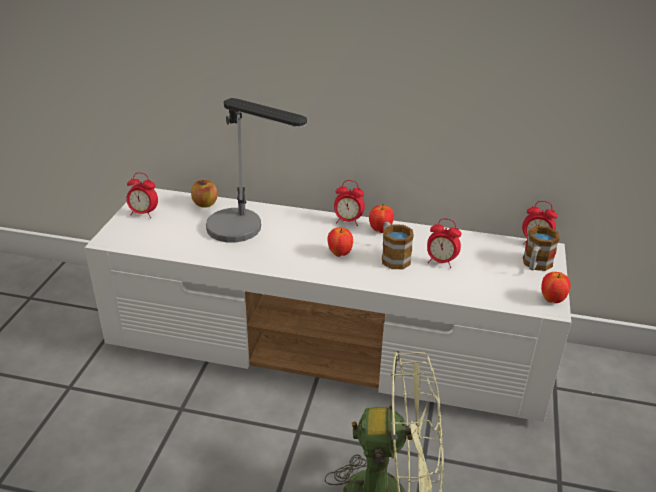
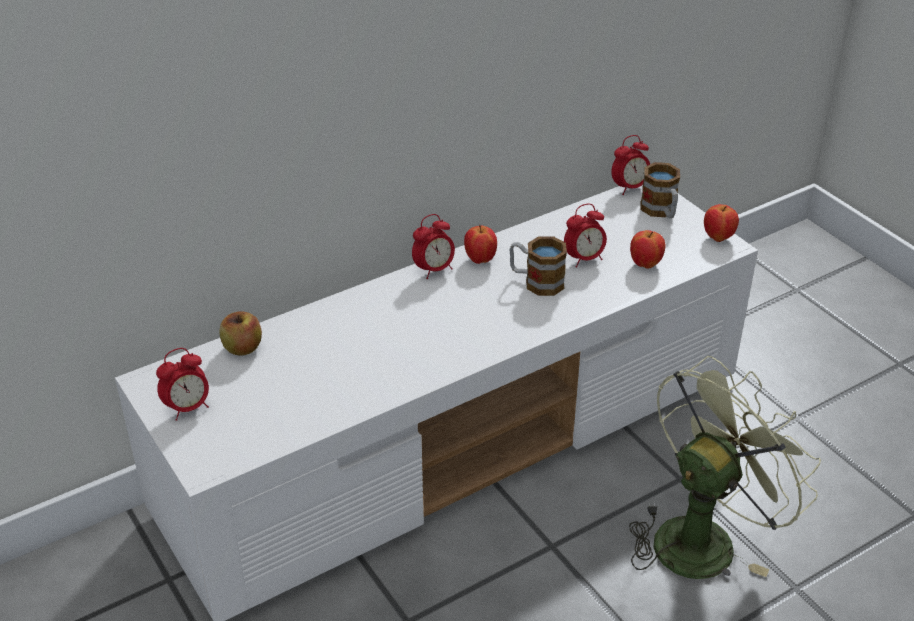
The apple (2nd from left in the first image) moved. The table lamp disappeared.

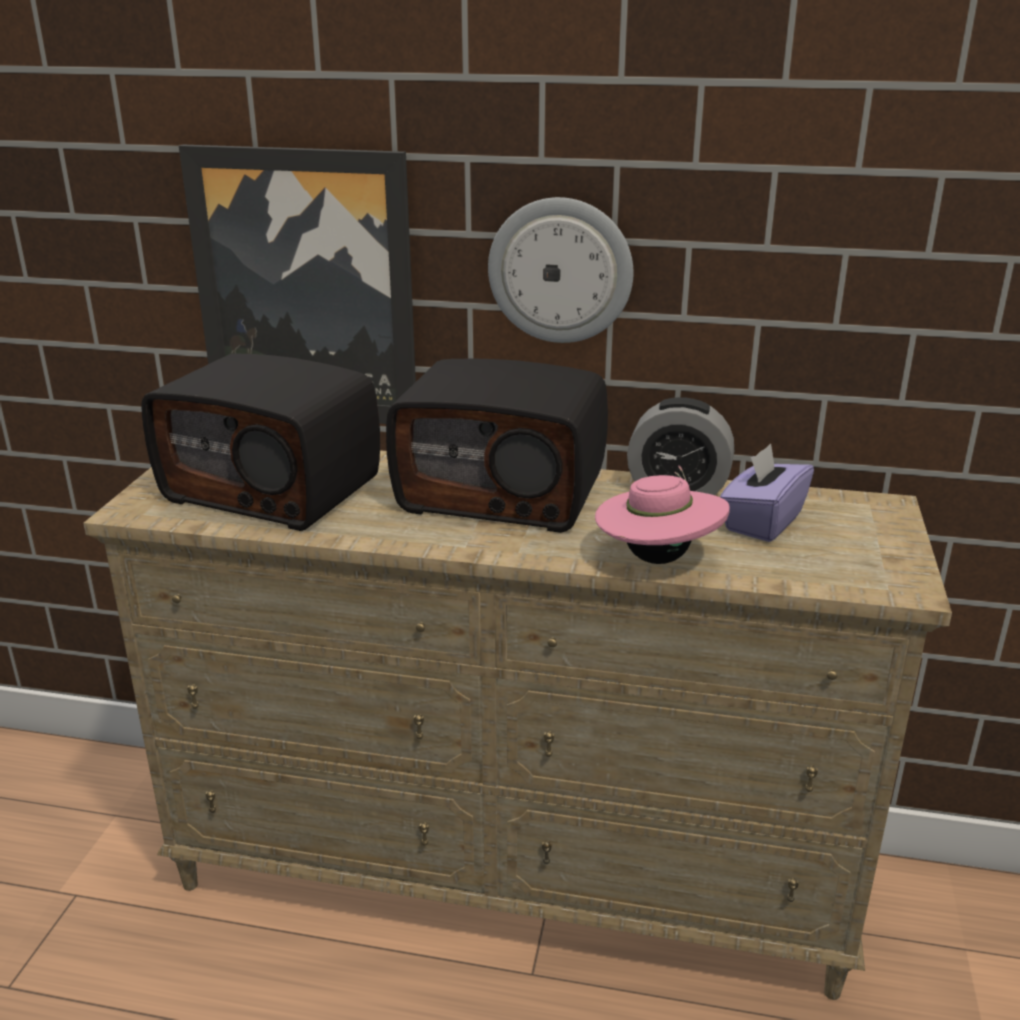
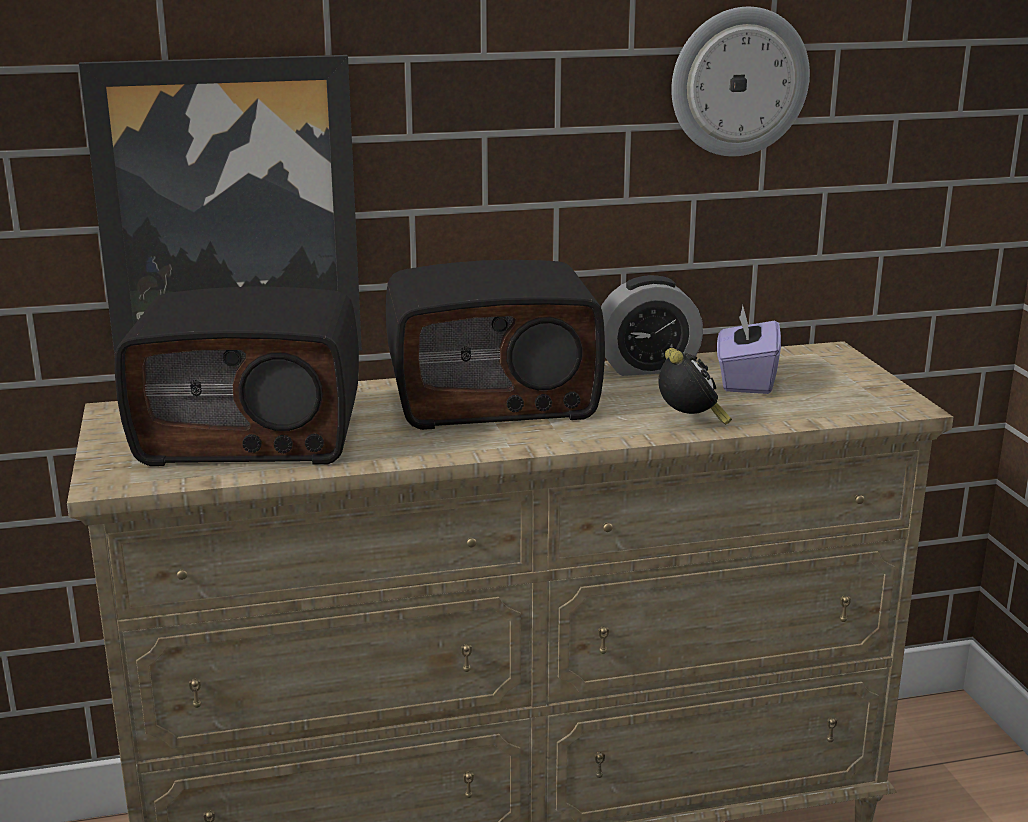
The pink hat was replaced by the alarm clock (2nd from left). The wall clock moved.

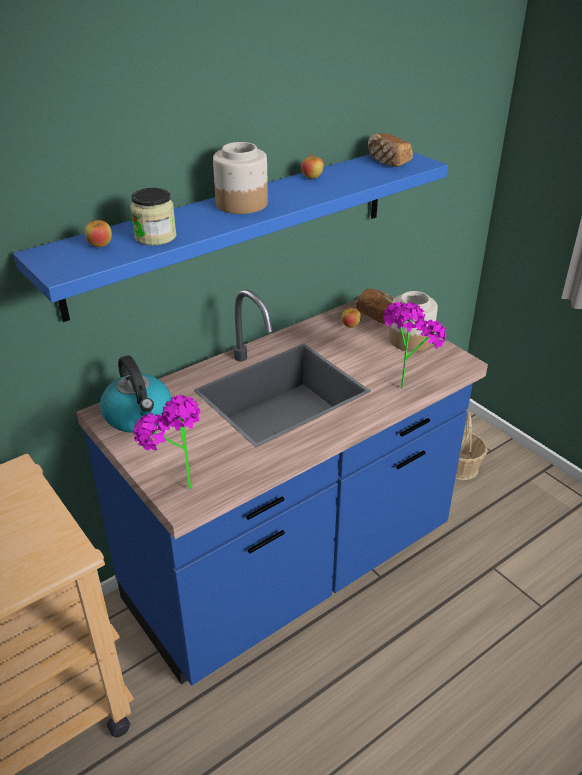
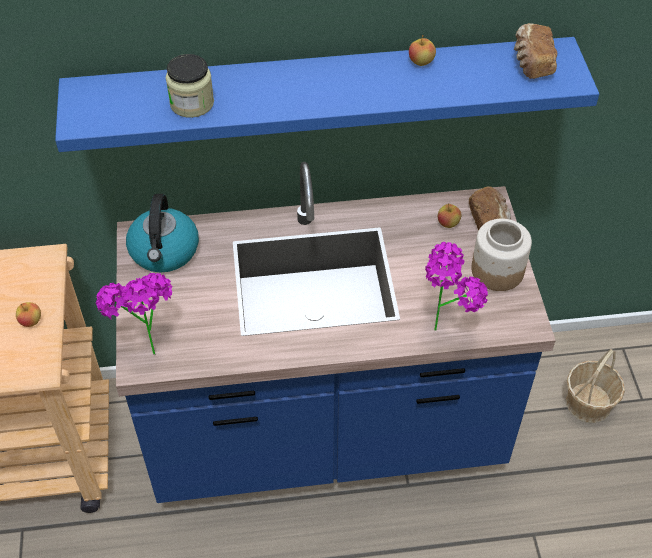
The apple (1st from left) moved. The jar (2nd from left) disappeared.

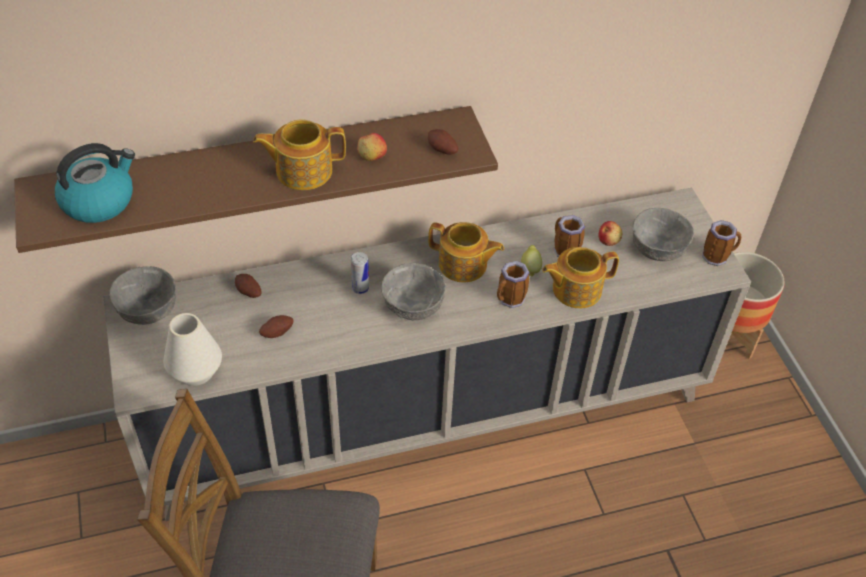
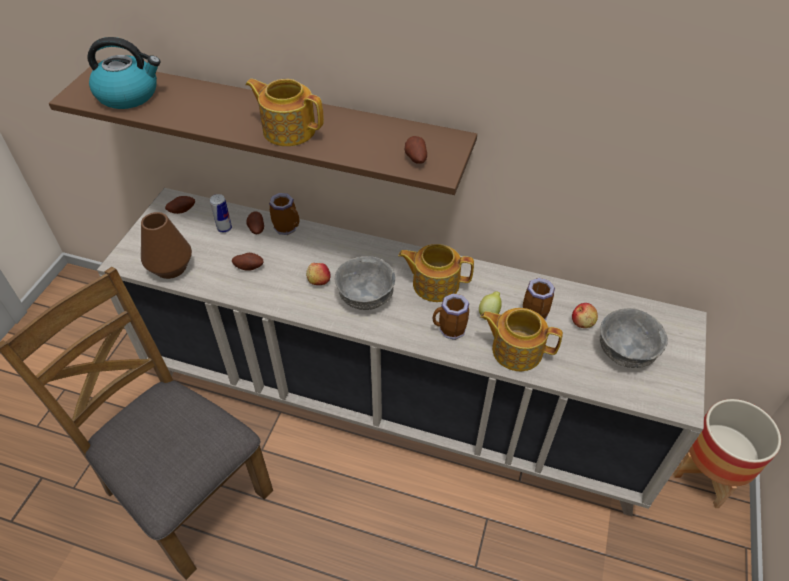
The white vase became the brown vase. The grey bowl (1st from left) was replaced by the potato (1st from left). The can moved. The mug (3rd from left in the first image) moved. The apple (1st from left) moved. The teapot (2nd from left) turned 135 degrees clockwise.

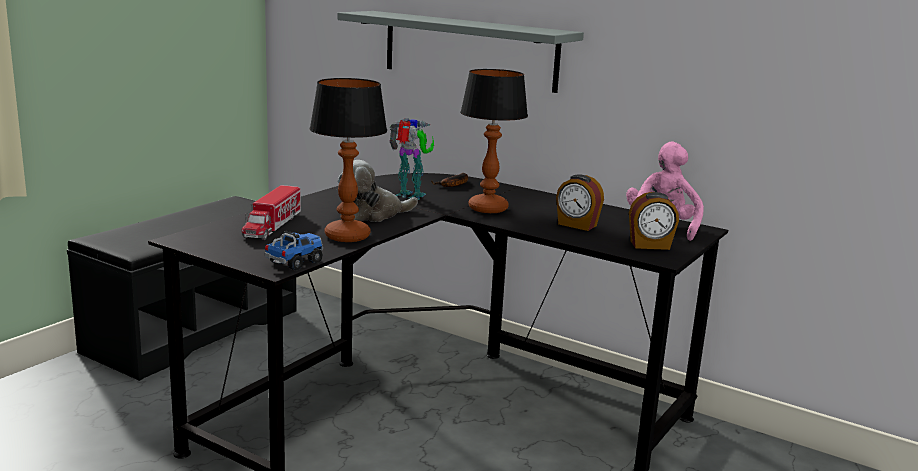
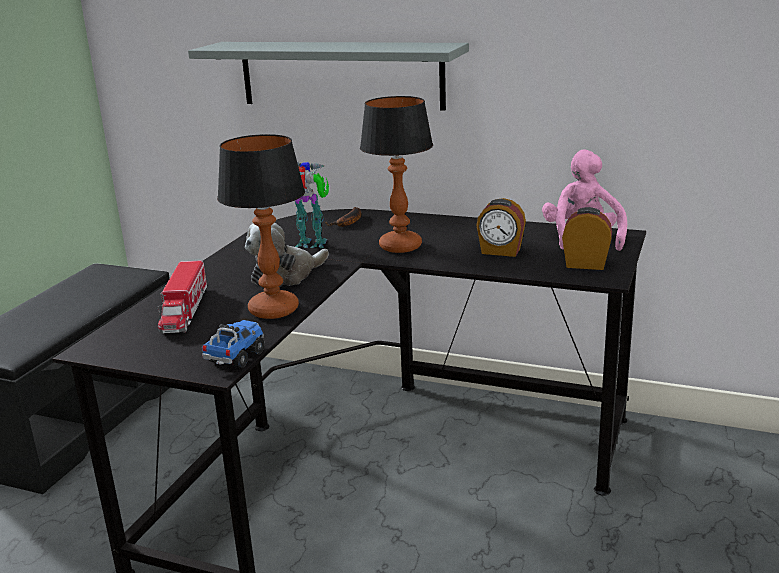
The alarm clock (2nd from left) turned 150 degrees counterclockwise.

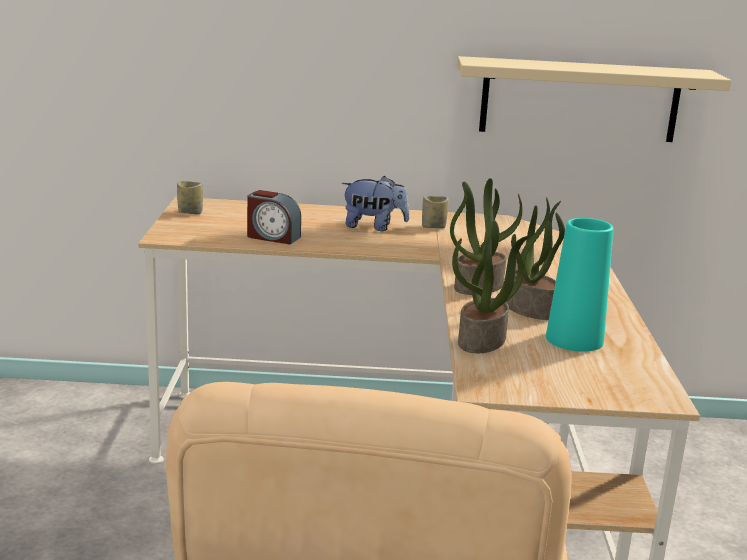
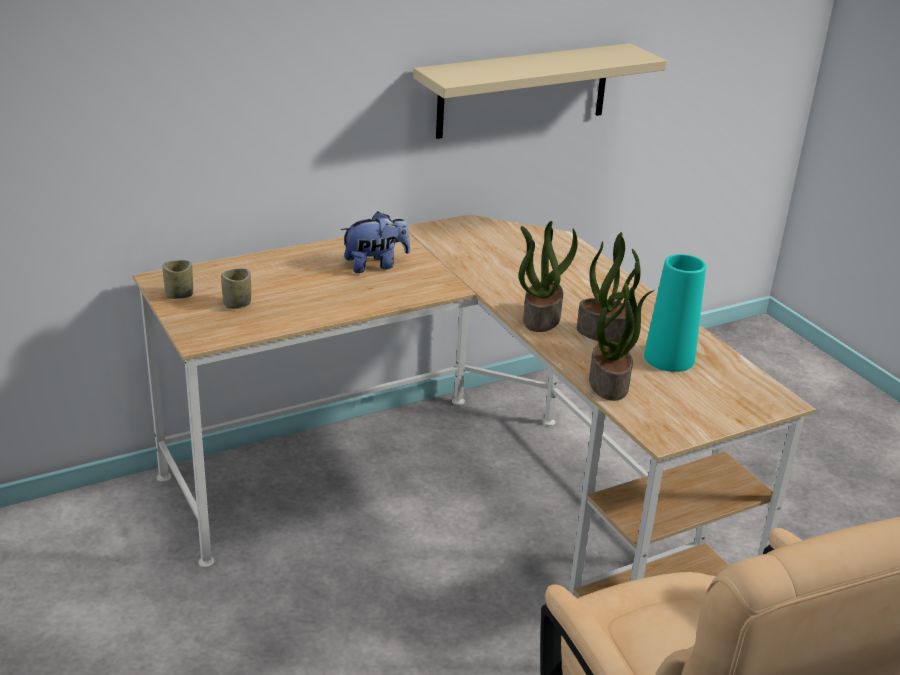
The cup (2nd from left) moved. The alarm clock disappeared.

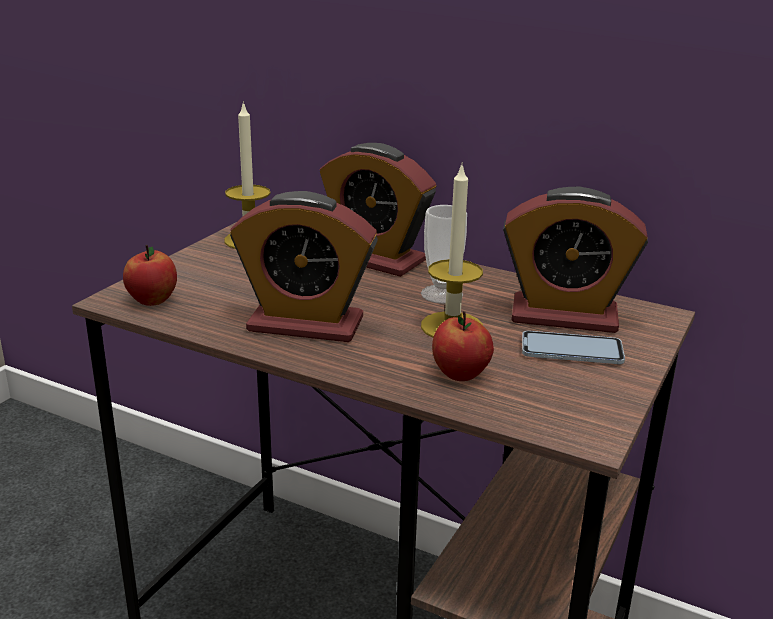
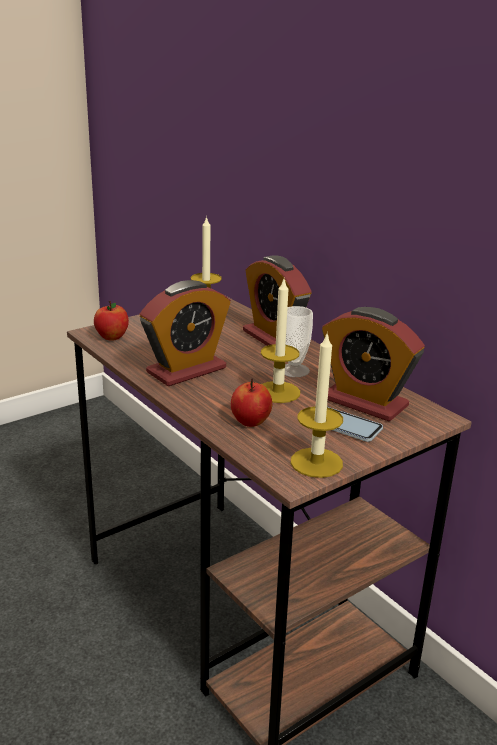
The alarm clock (1st from left) turned 75 degrees counterclockwise. The candle (3rd from left) appeared.

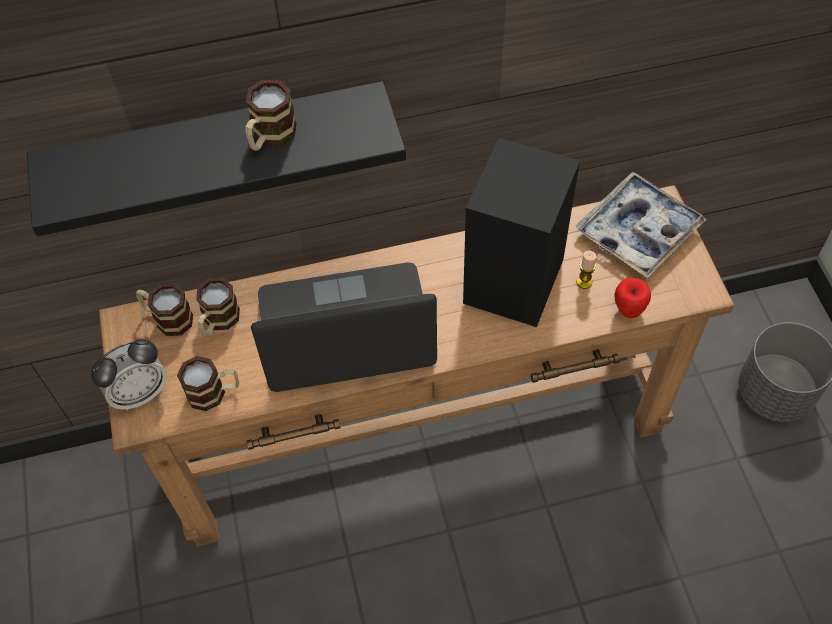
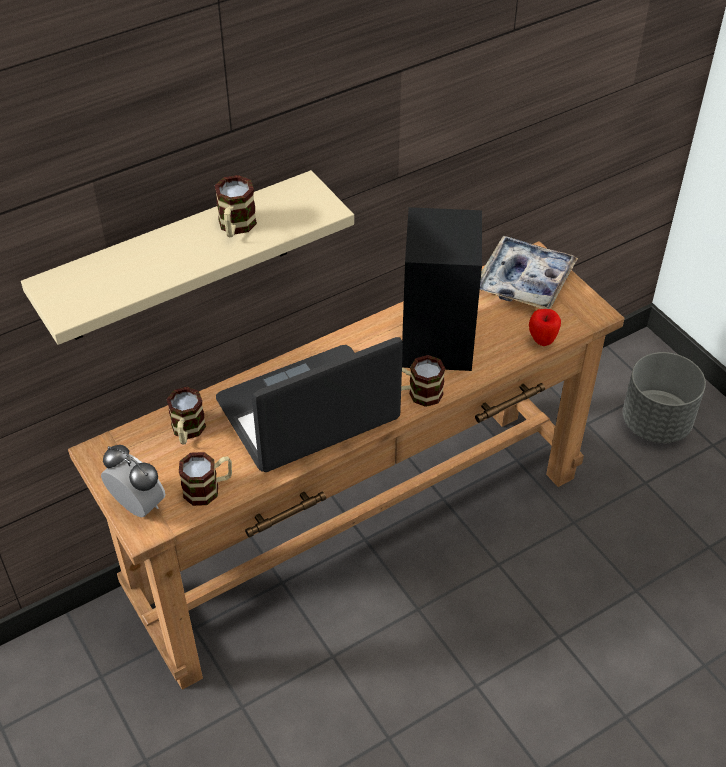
The black shelf became the beige shelf. The alarm clock turned 90 degrees counterclockwise. The mug (1st from left in the first image) moved. The candle disappeared.

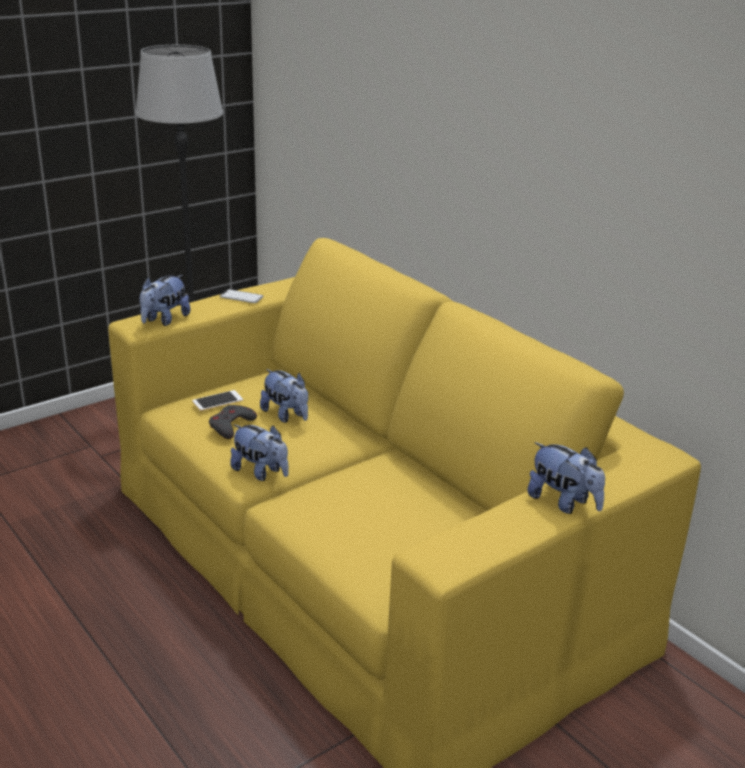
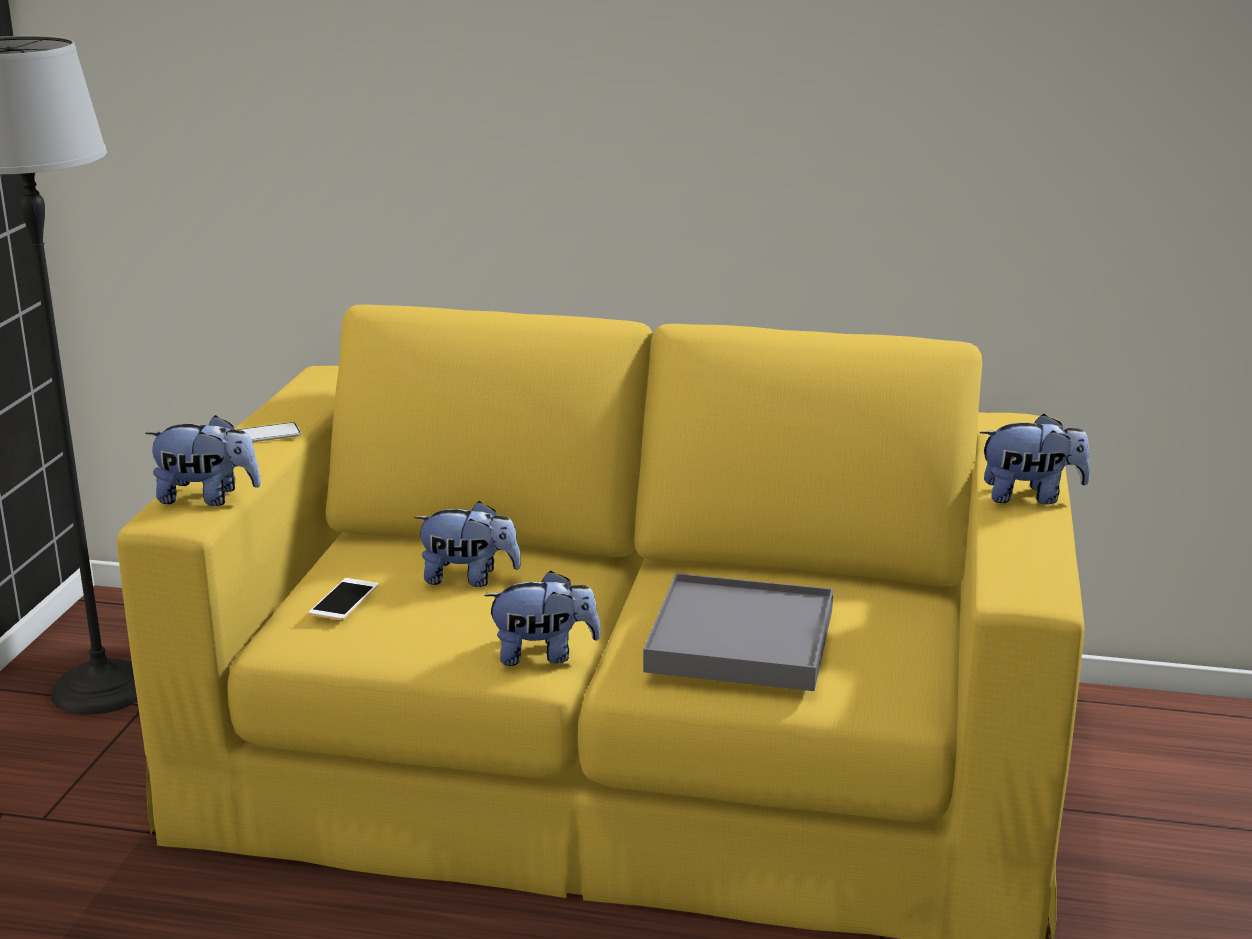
The plush toy (1st from left) turned 75 degrees counterclockwise. The grey tray appeared. The grey game controller disappeared.

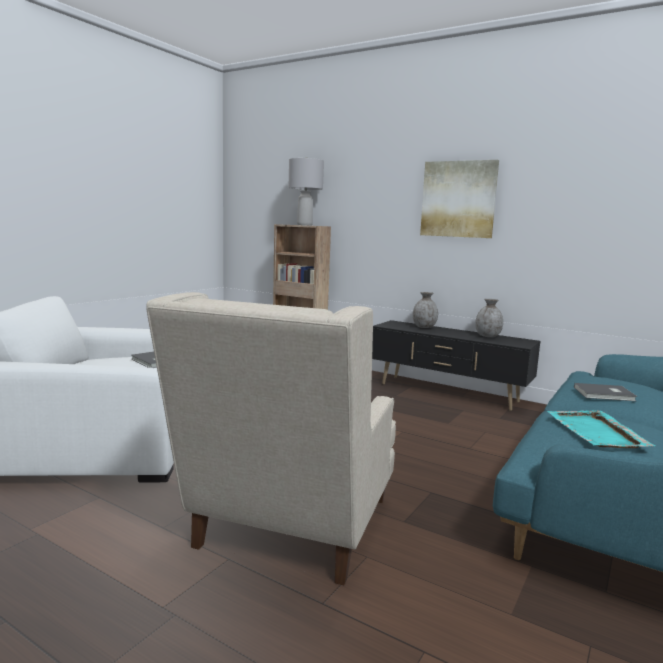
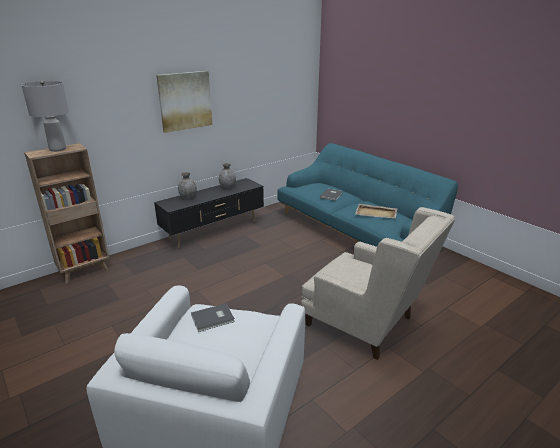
The turquoise tray became the beige tray.

